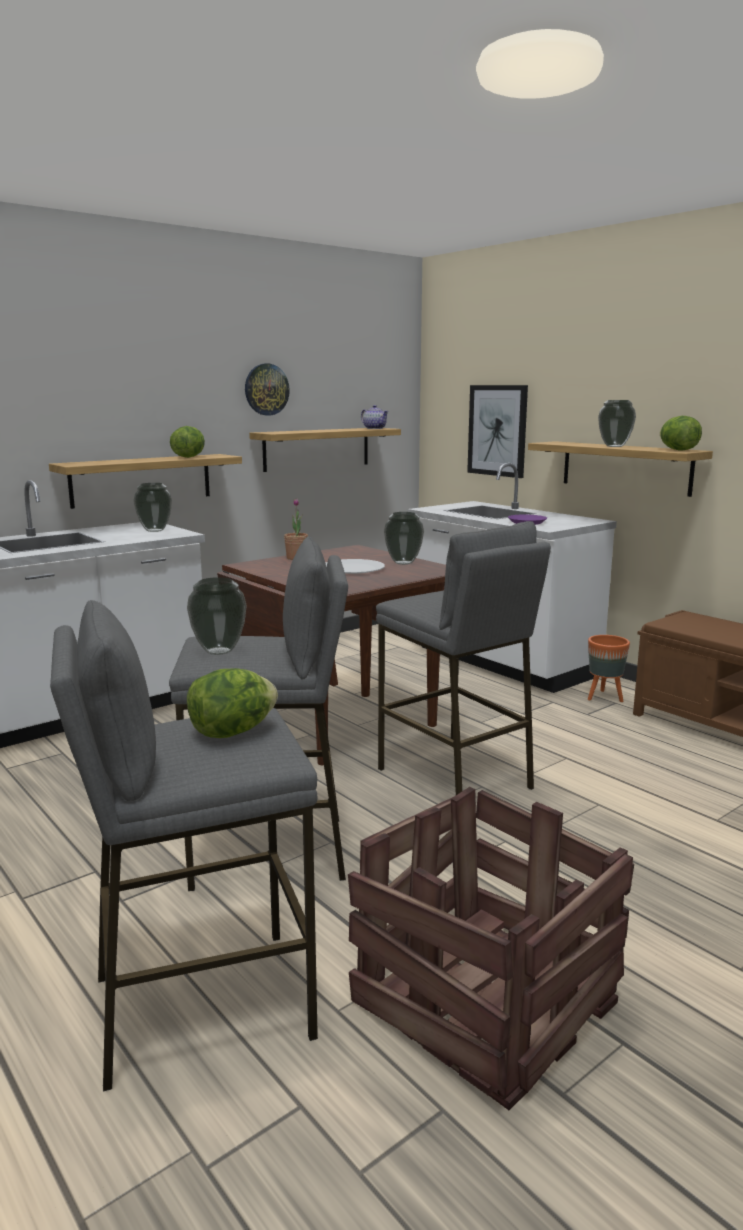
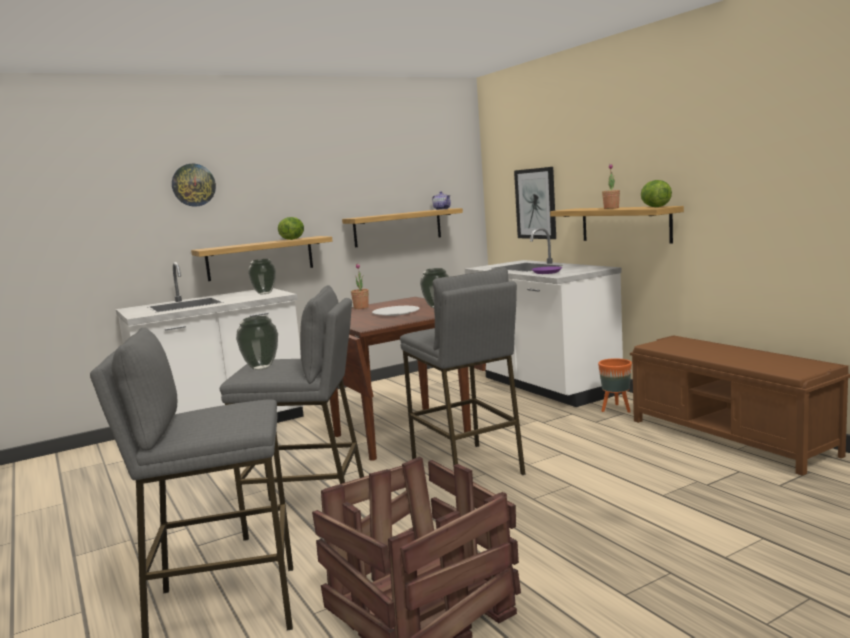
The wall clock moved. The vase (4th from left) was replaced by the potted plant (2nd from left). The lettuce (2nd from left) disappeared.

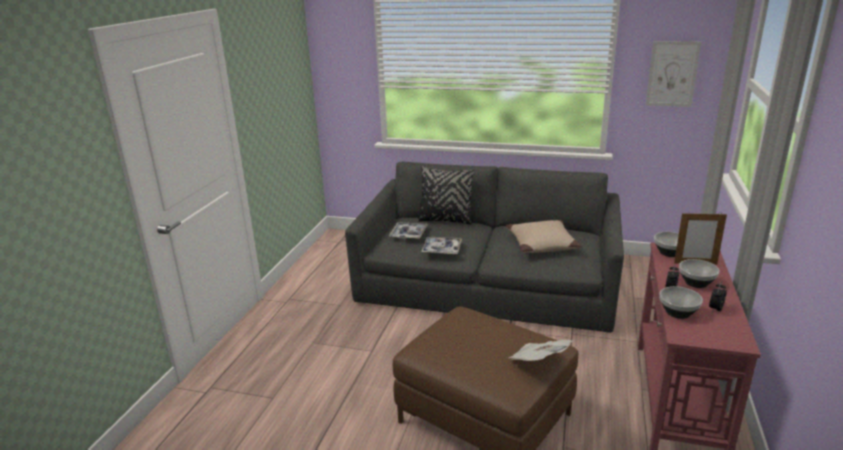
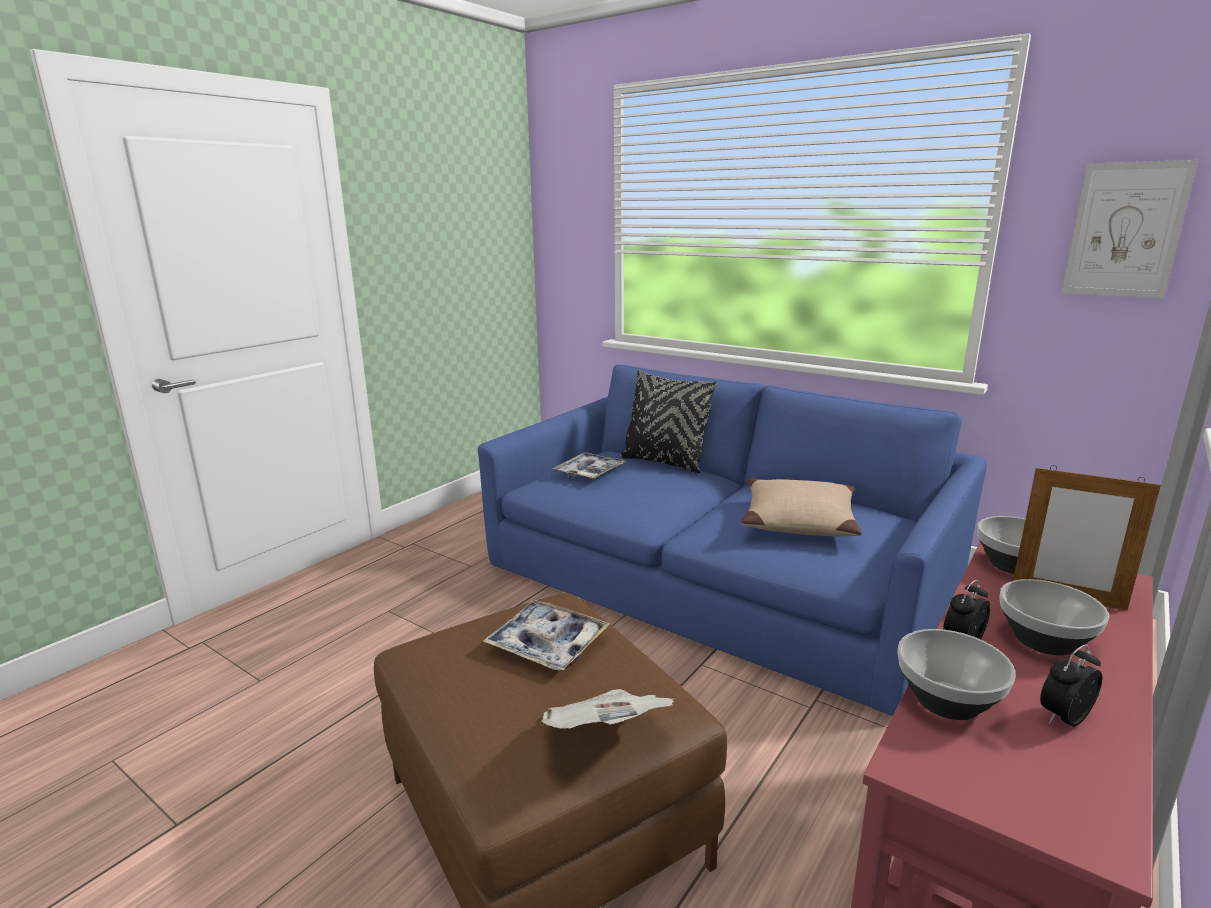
The grey sofa became the blue sofa. The tray (2nd from left in the first image) moved.

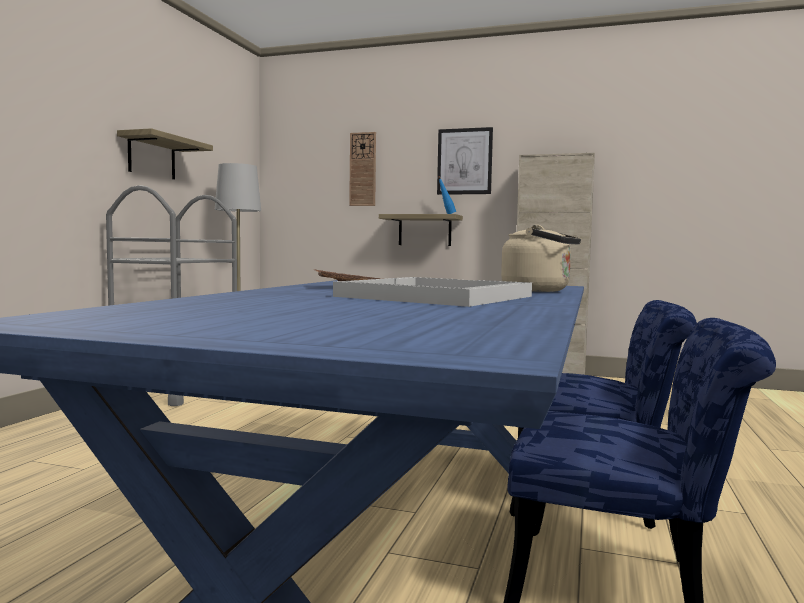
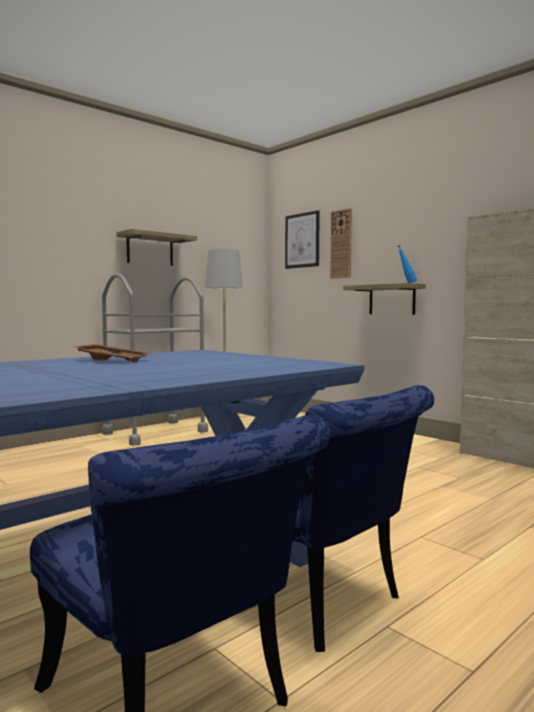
The picture moved. The white tray disappeared. The beige kettle disappeared.

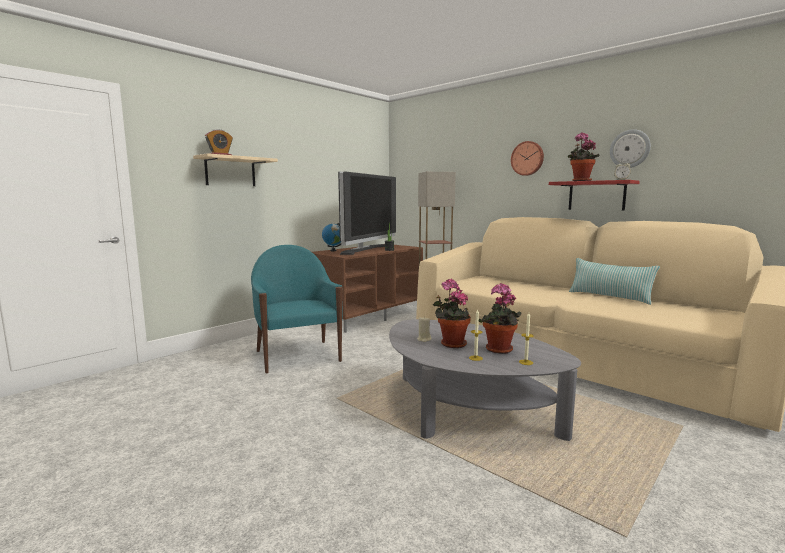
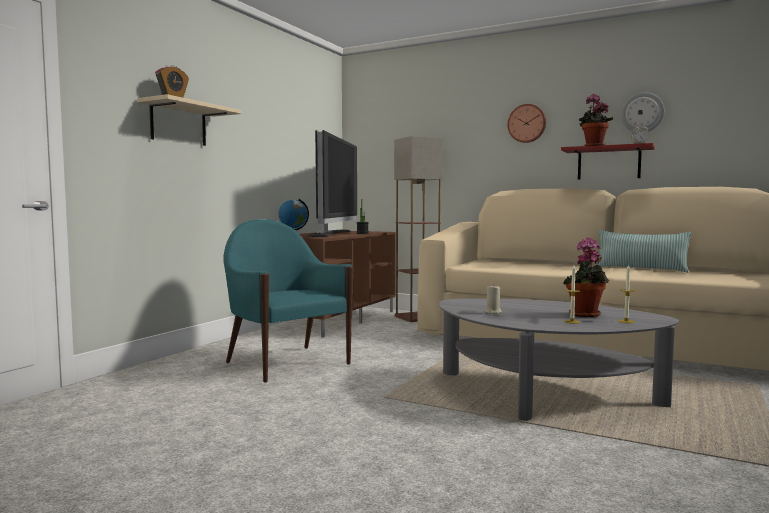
The potted plant (2nd from left) disappeared.

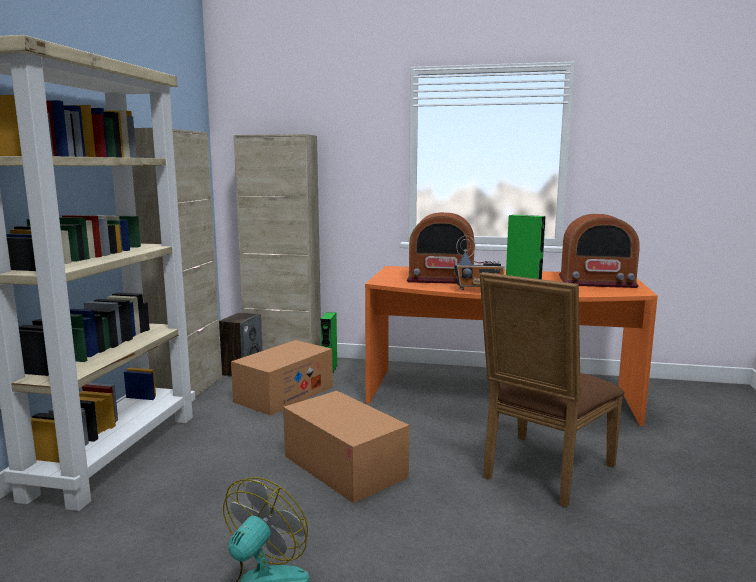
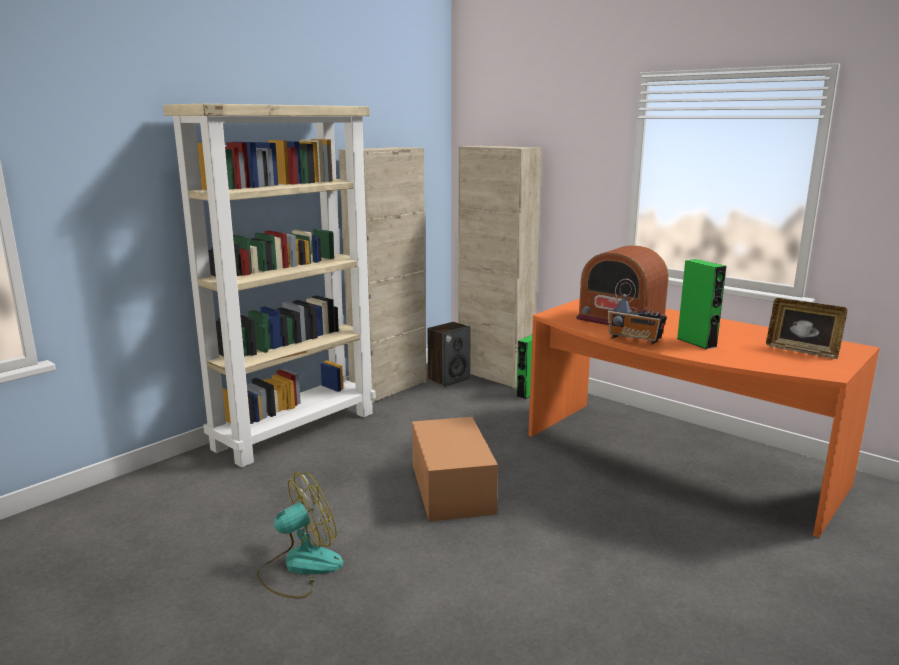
The radio (3rd from left) was replaced by the picture frame. The cardboard box (1st from left) disappeared. The brown chair disappeared.

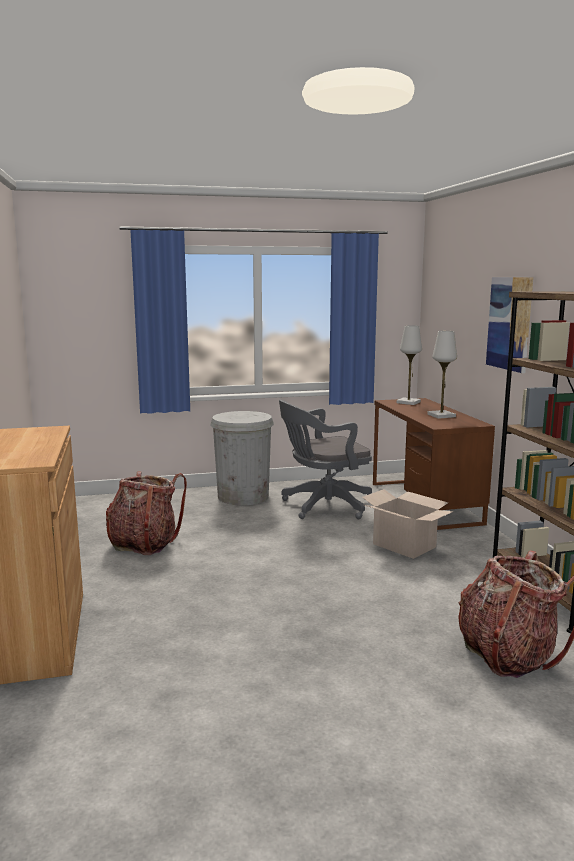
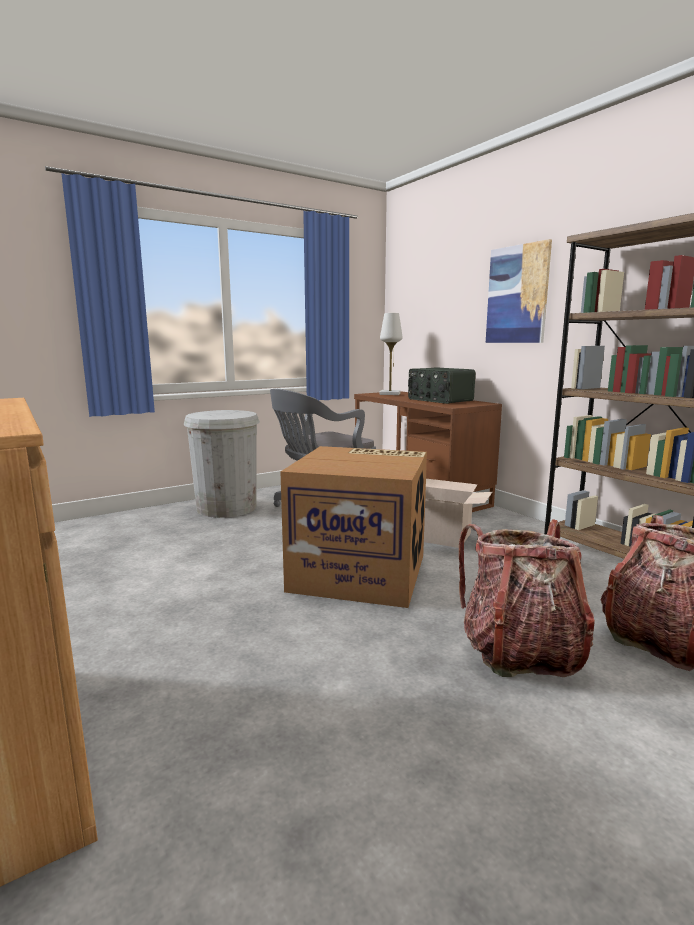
The cardboard box (1st from left) appeared. The white table lamp (2nd from left) was replaced by the radio. The backpack (1st from left) moved.

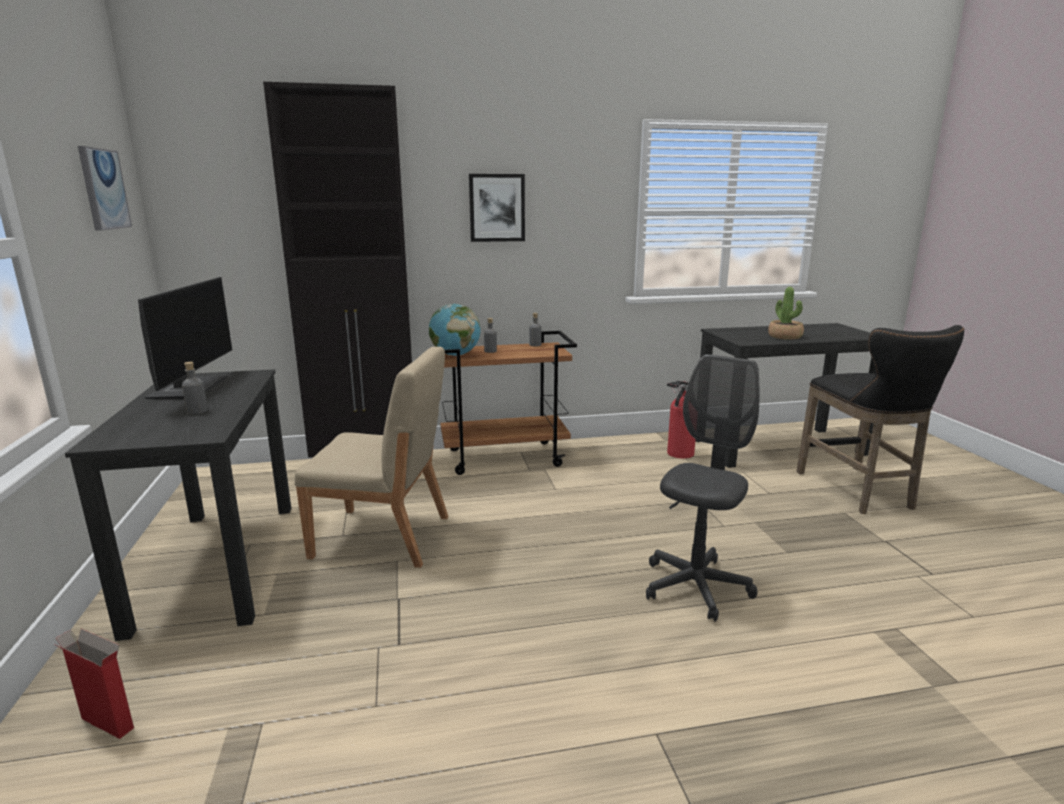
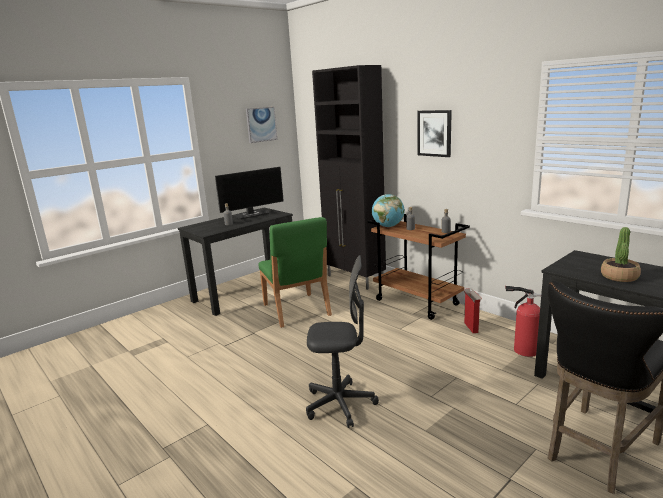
The beige chair became the green chair. The cardboard box moved.

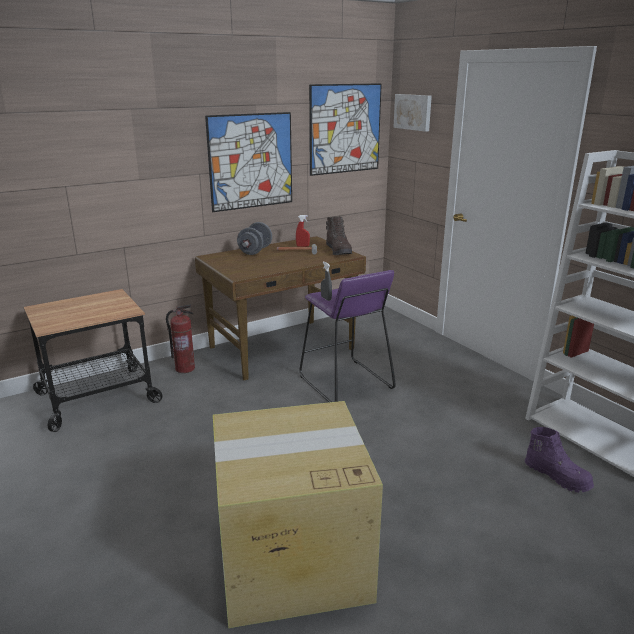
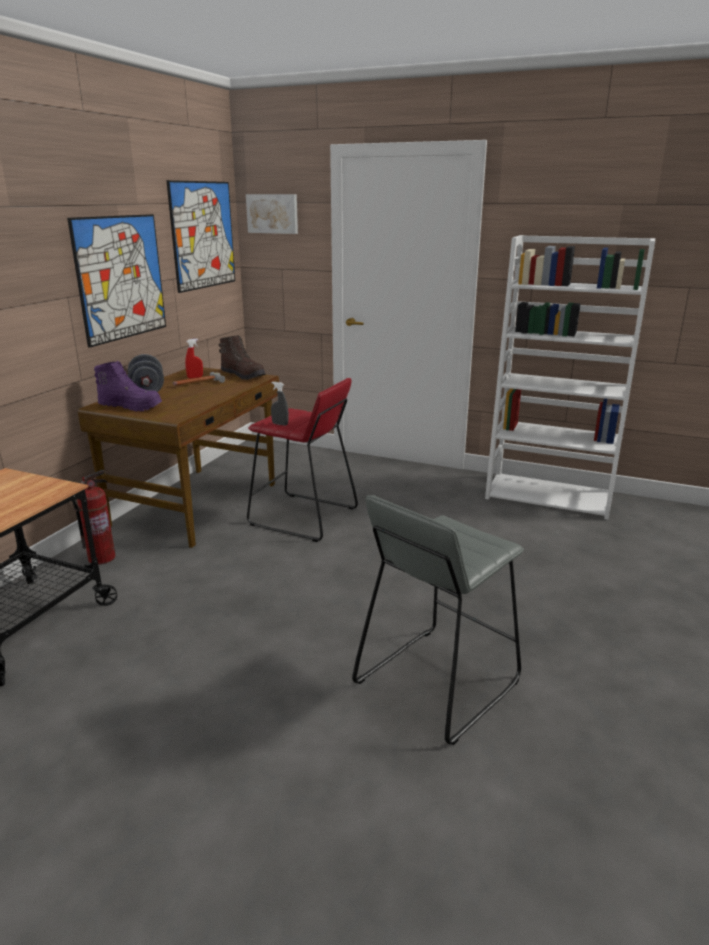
The purple boot moved. The purple stool became the red stool. The cardboard box was replaced by the grey stool.

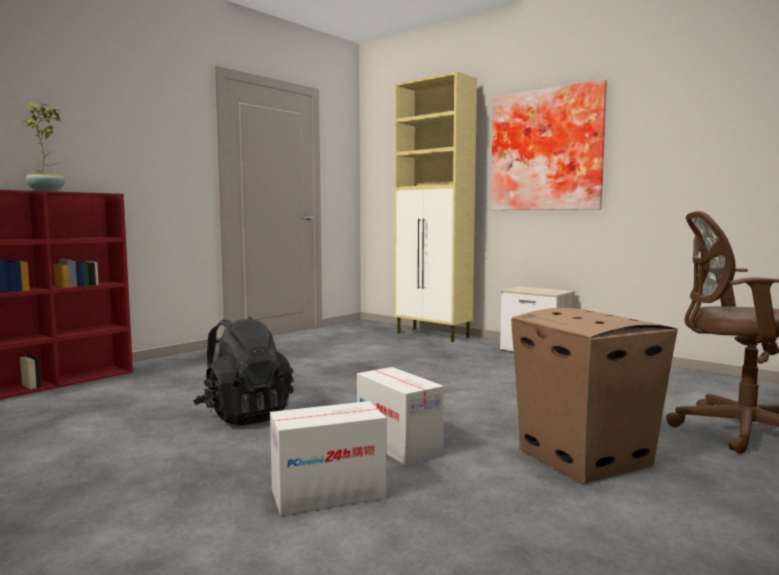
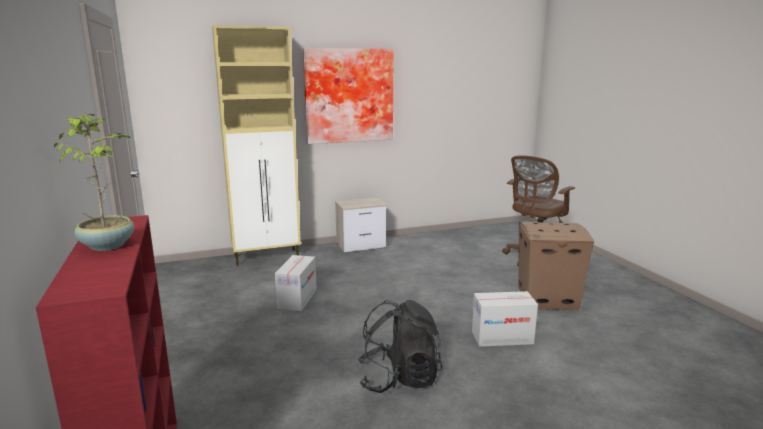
The cardboard box (1st from left) moved.

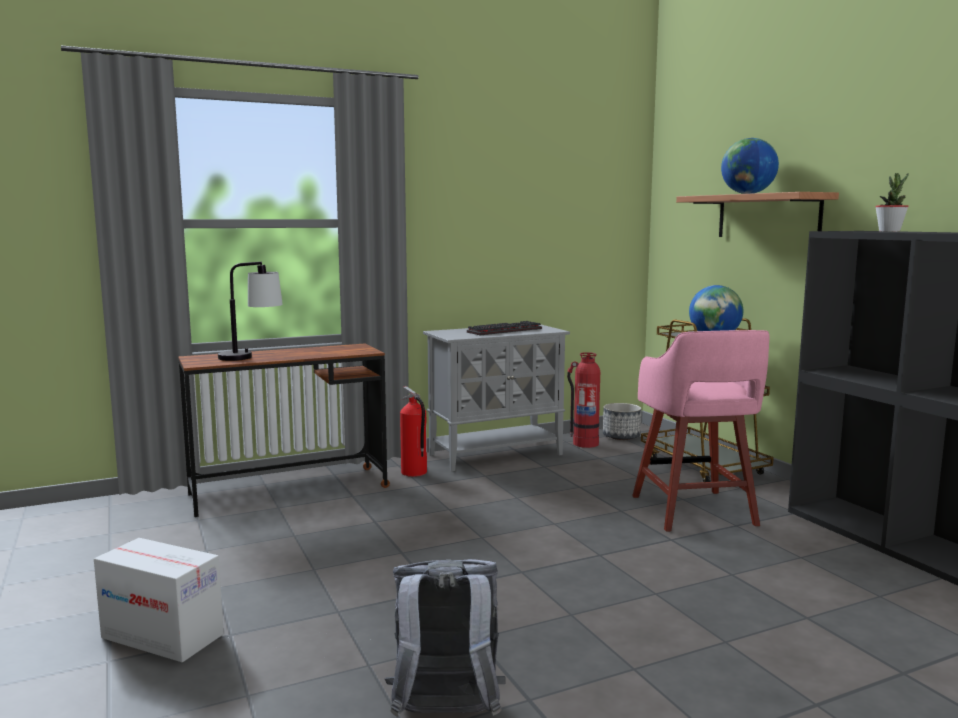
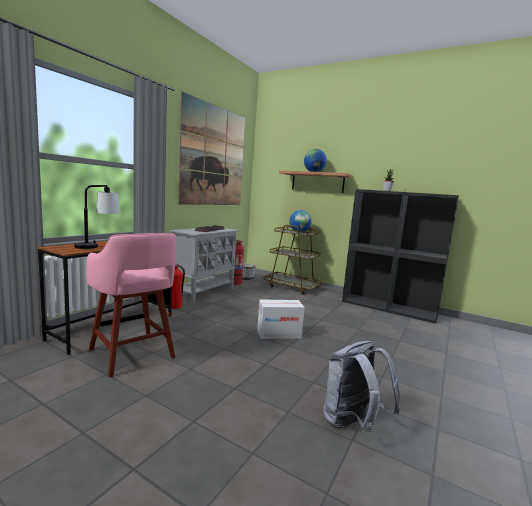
The pink stool moved. The picture appeared. The cardboard box moved.

